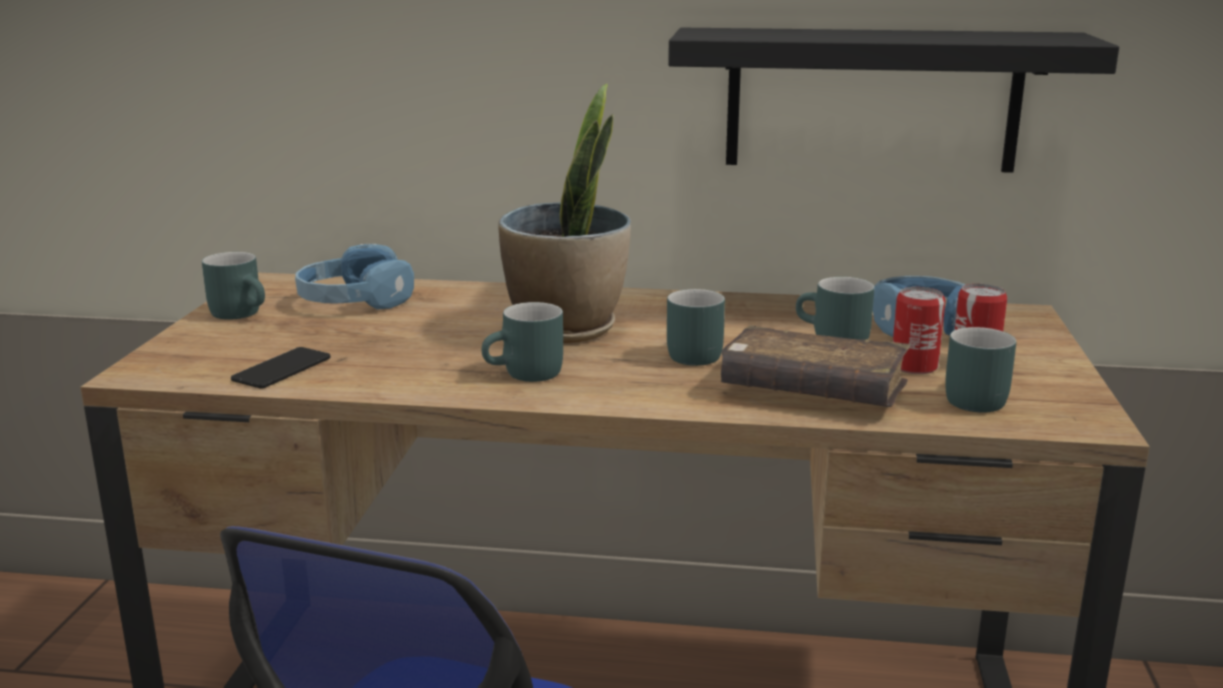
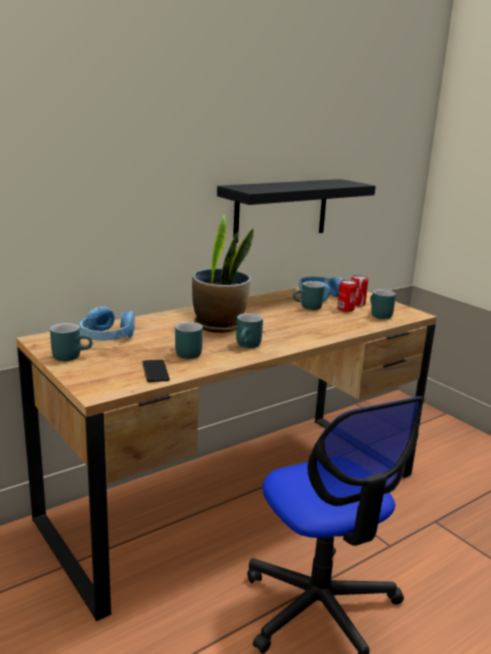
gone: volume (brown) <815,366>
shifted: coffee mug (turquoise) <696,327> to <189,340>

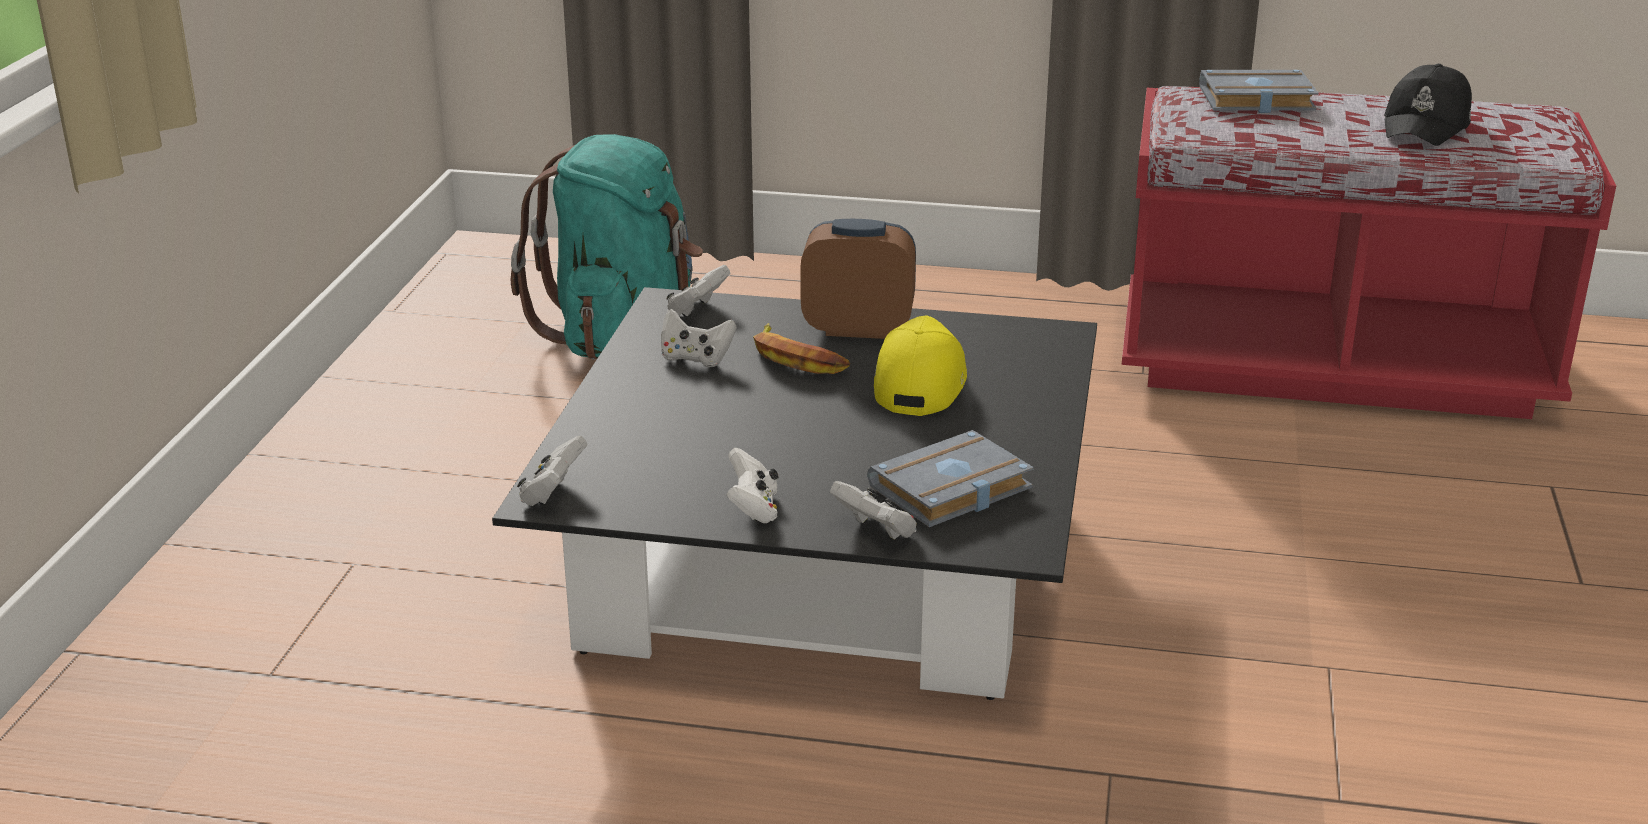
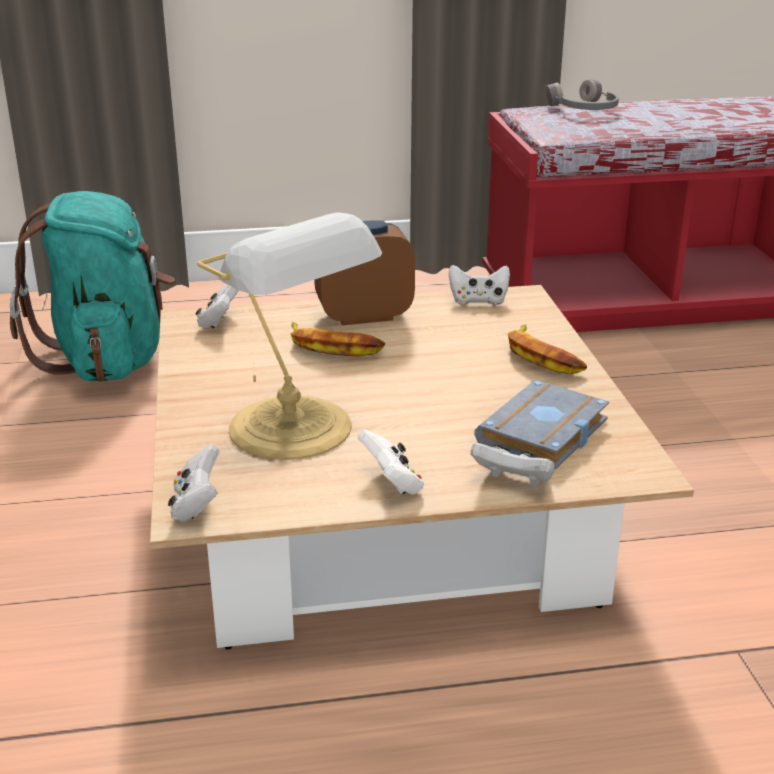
gone: peaked cap (black) <1428,105>; peaked cap (yellow) <920,365>
new: tabletop lamp <289,336>; whole banana <547,349>
shifted: game controller (white-coloured) <699,338> to <479,285>
swapped: volume (greyish) <1259,91> to headphones (greyish) <582,95>
repainted: low table (black) <794,493> to low table (sand-coloured) <422,467>

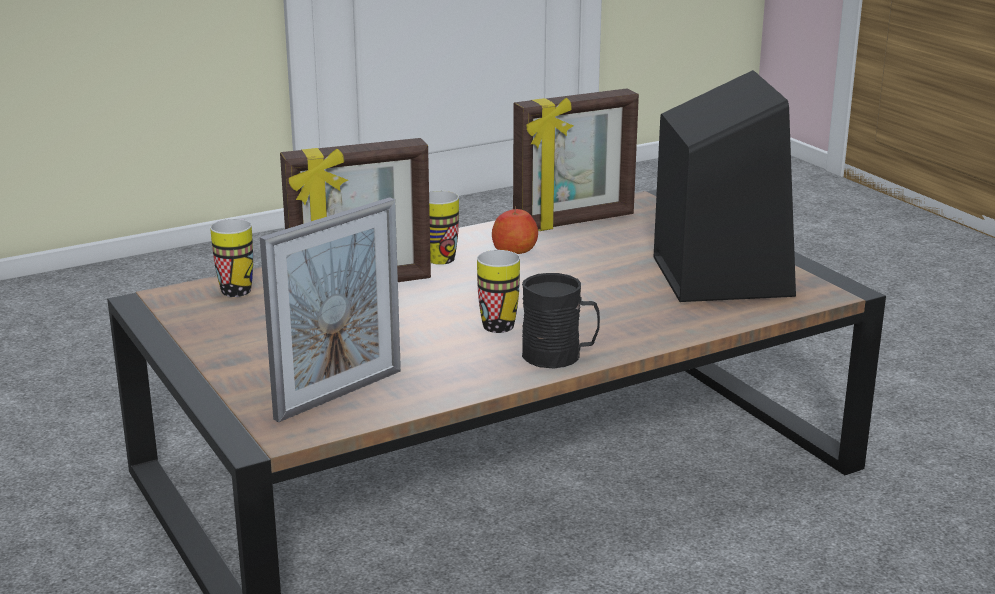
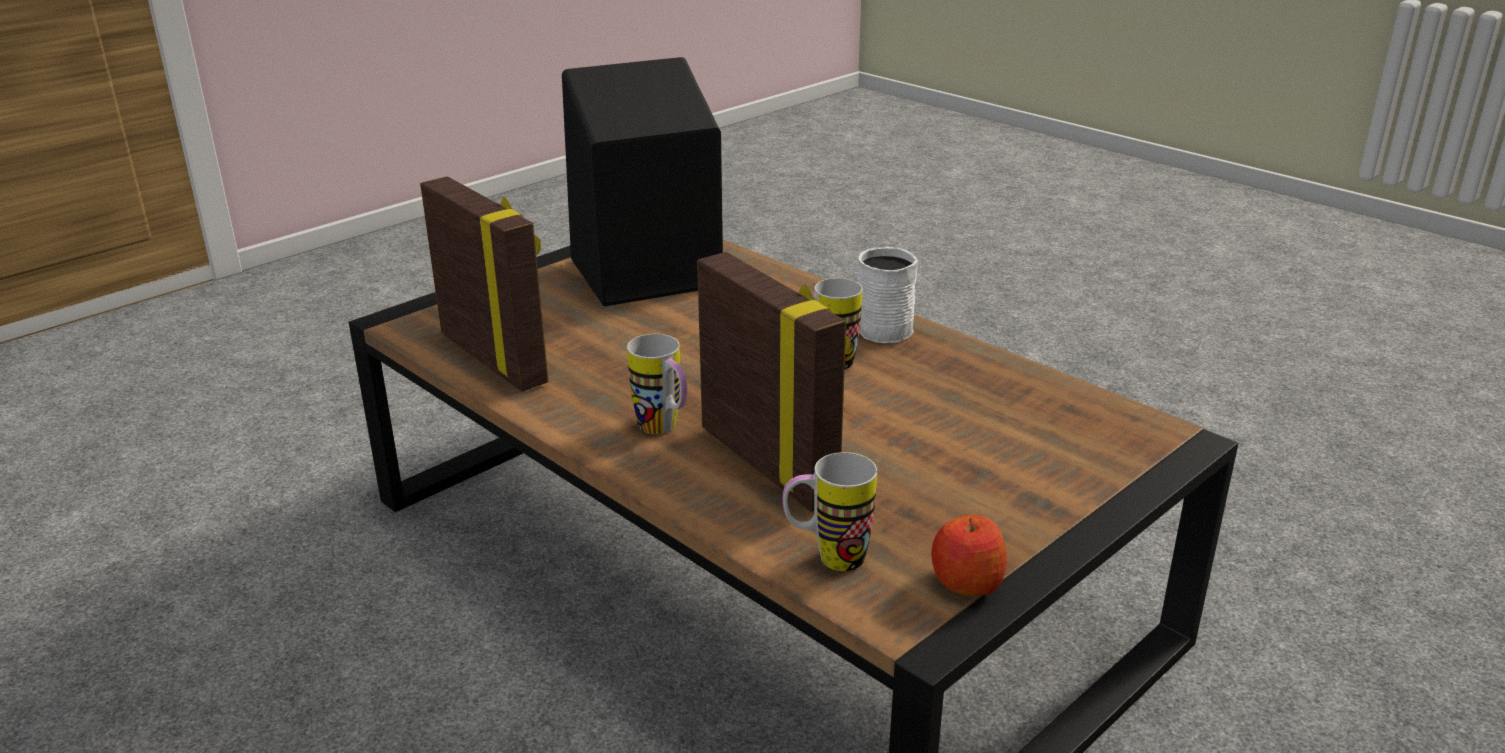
gone: standing frame <330,309>
shifted: whole apple <515,230> to <969,555>
repainted: coffee mug (black) <561,320> to coffee mug (white-coloured) <888,295>

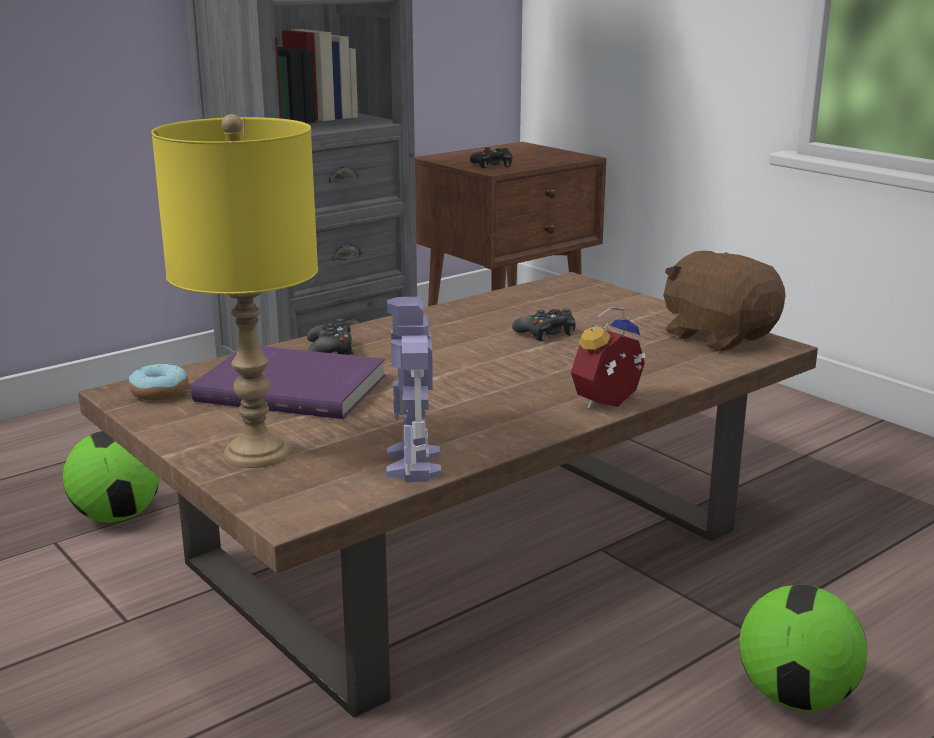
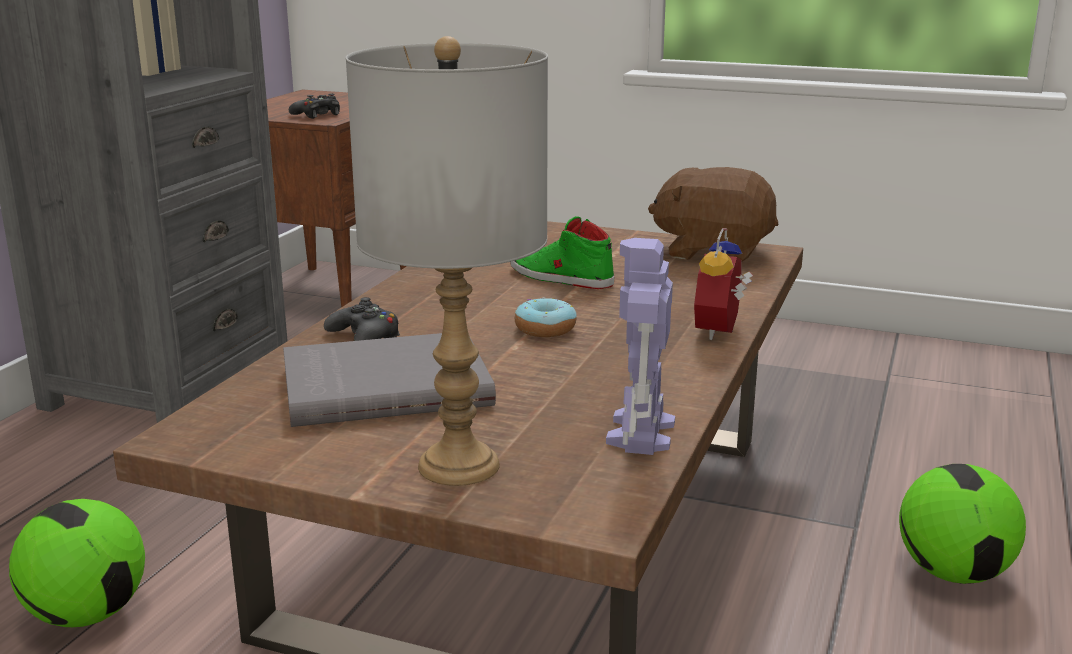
shifted: ring doughnut <158,382> to <545,317>
swapped: game controller (black) <543,325> to item of footwear (green) <562,252>
repainted: tabletop lamp (yellow) <234,291> to tabletop lamp (greyish) <446,261>; volume (purplish) <288,382> to volume (greyish) <389,380>
rotated: robot figure <413,389> = <640,346> 45 degrees clockwise

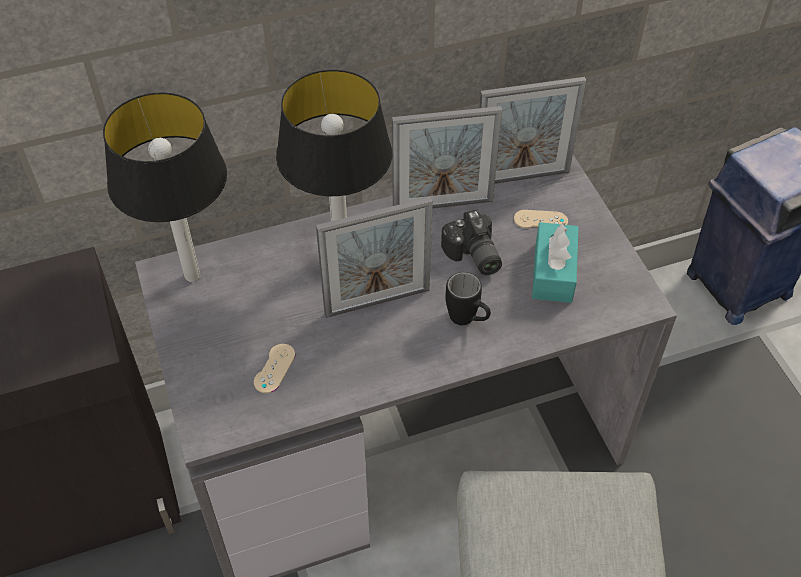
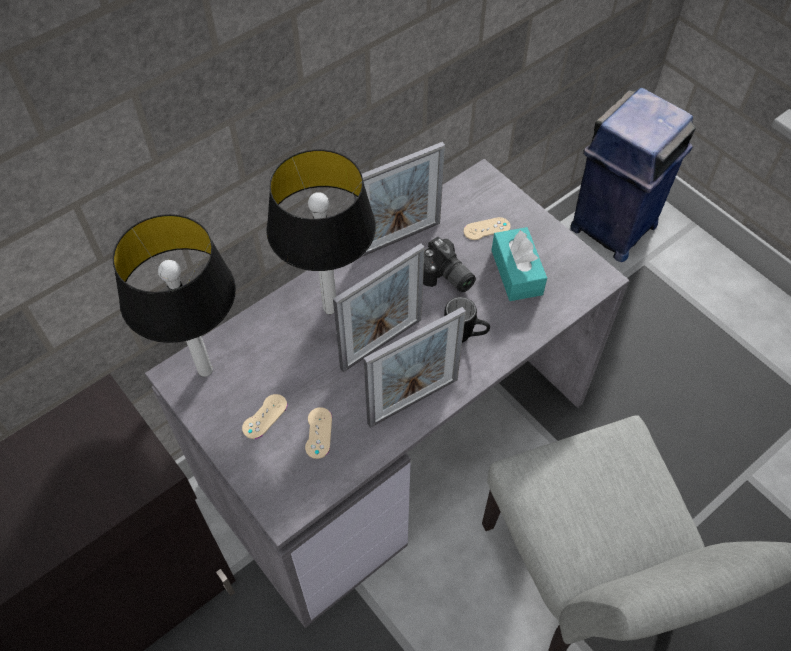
new: game controller (sand-coloured) <264,416>
shifted: standing frame <532,130> to <414,367>

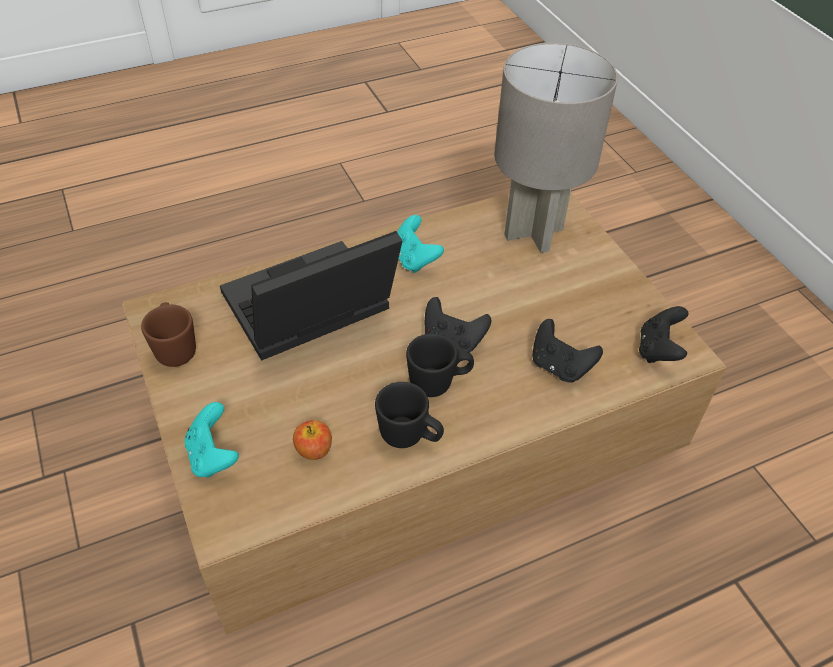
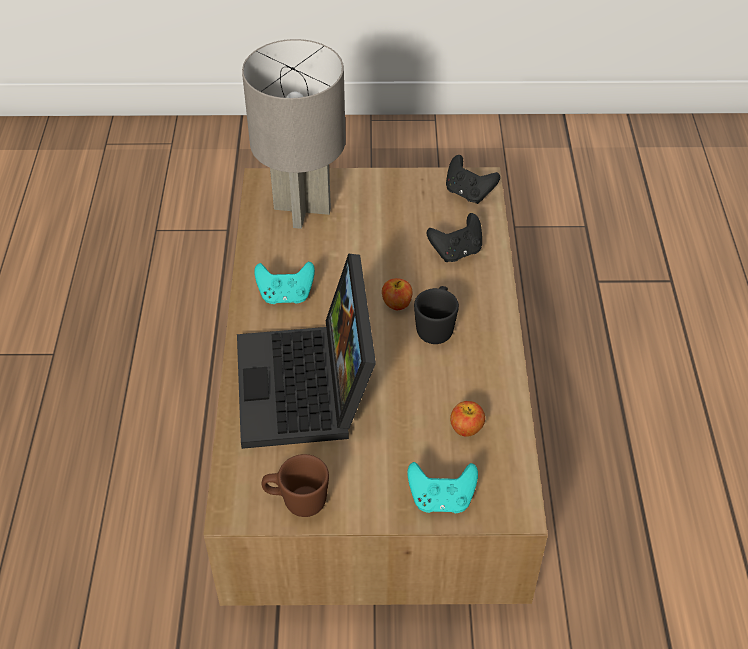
gone: coffee mug (black) <409,415>
swapped: game controller (black) <458,325> to whole apple <397,294>

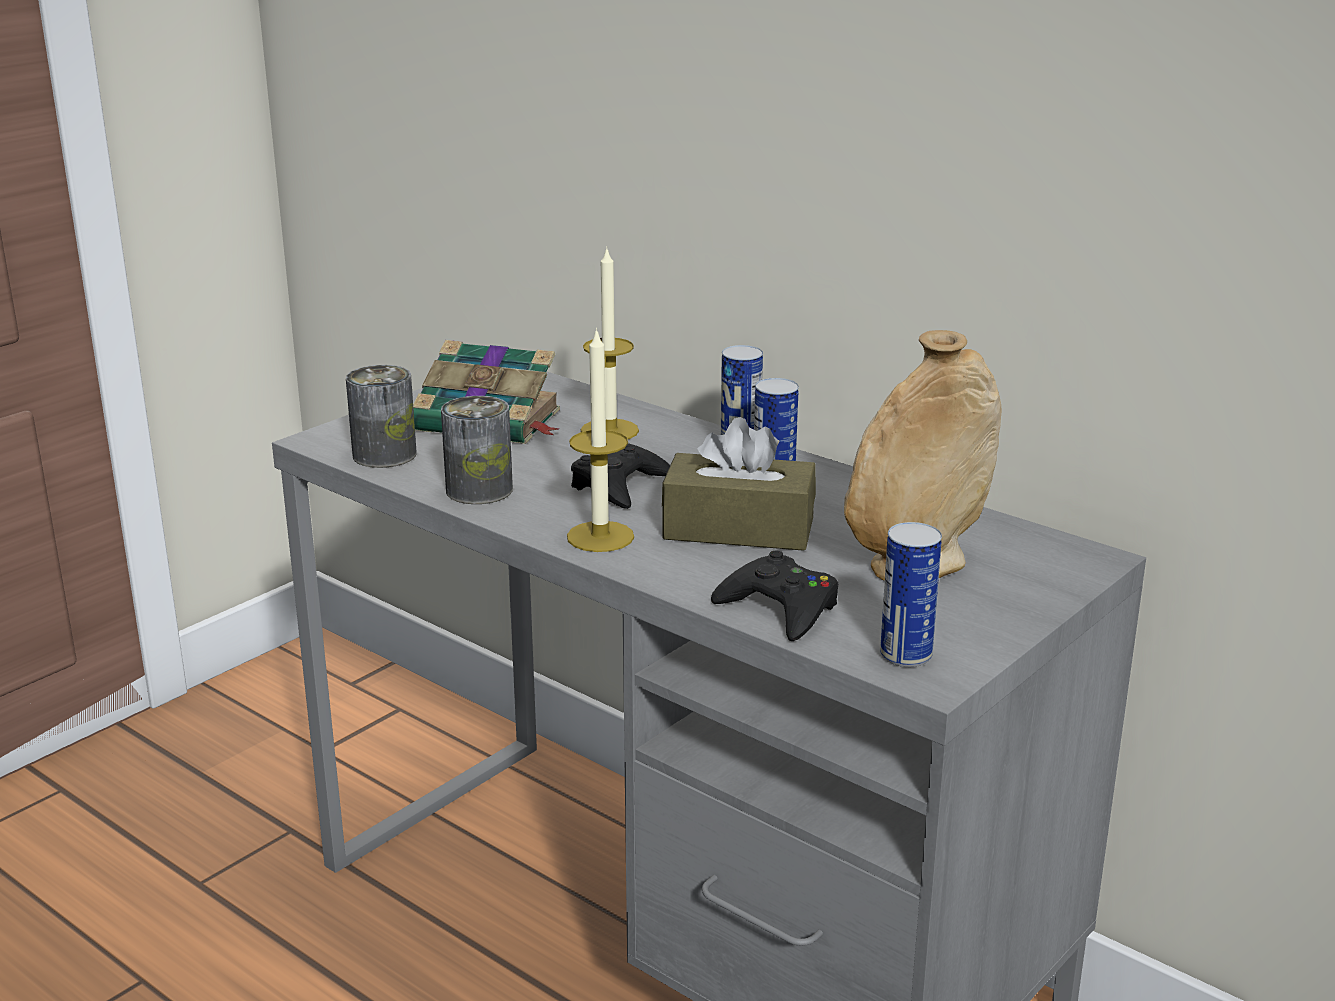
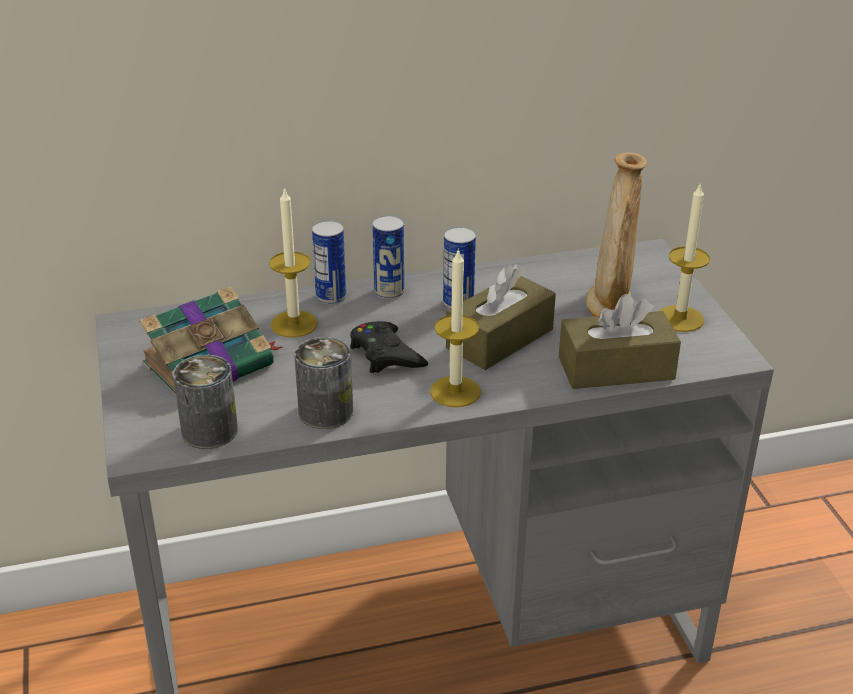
new: wax candle <685,258>
shifted: can <911,594> to <329,262>
swapped: game controller (black) <774,596> to tissue box (brown) <620,341>

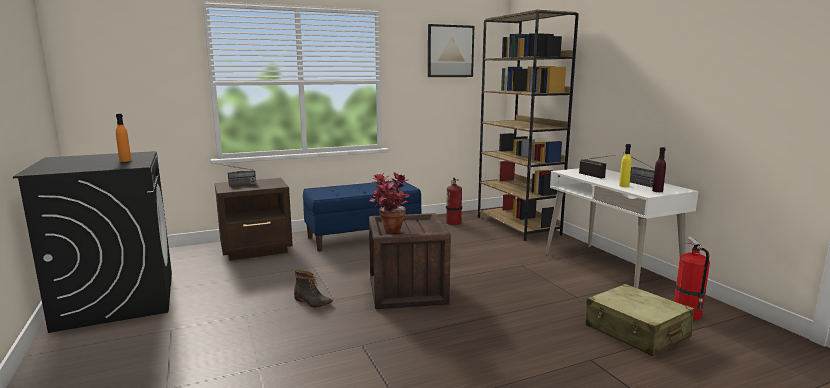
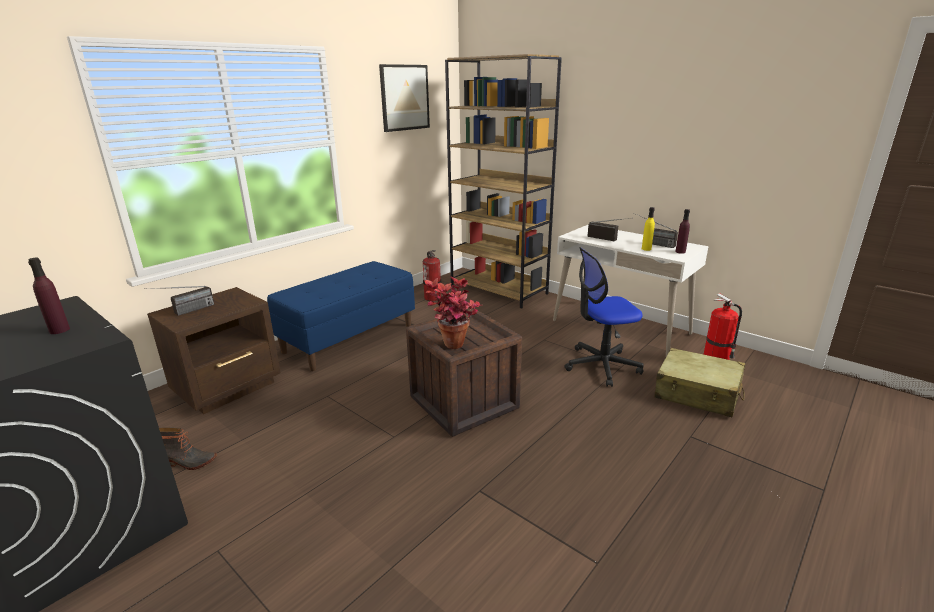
new: desk chair <604,317>
shifted: tall boot <313,288> to <188,448>
repainted: bottle (orangey) <123,138> to bottle (purplish) <49,295>

